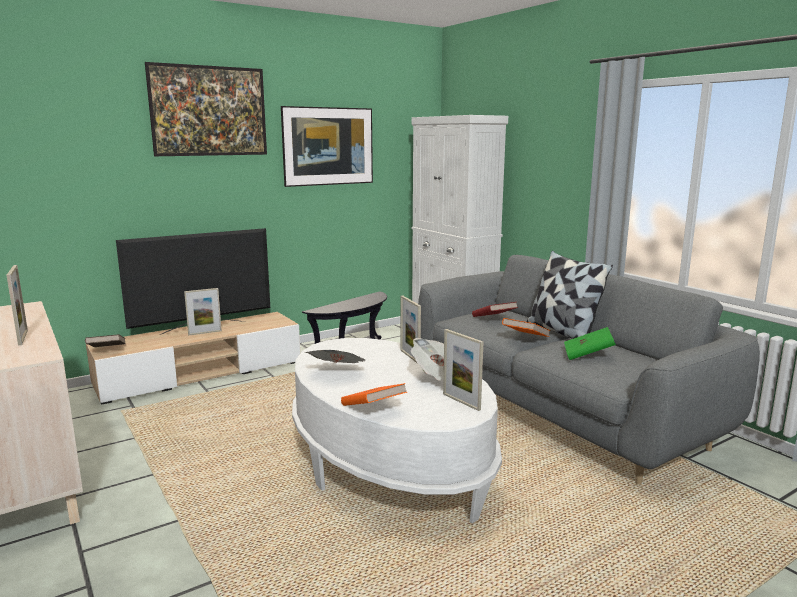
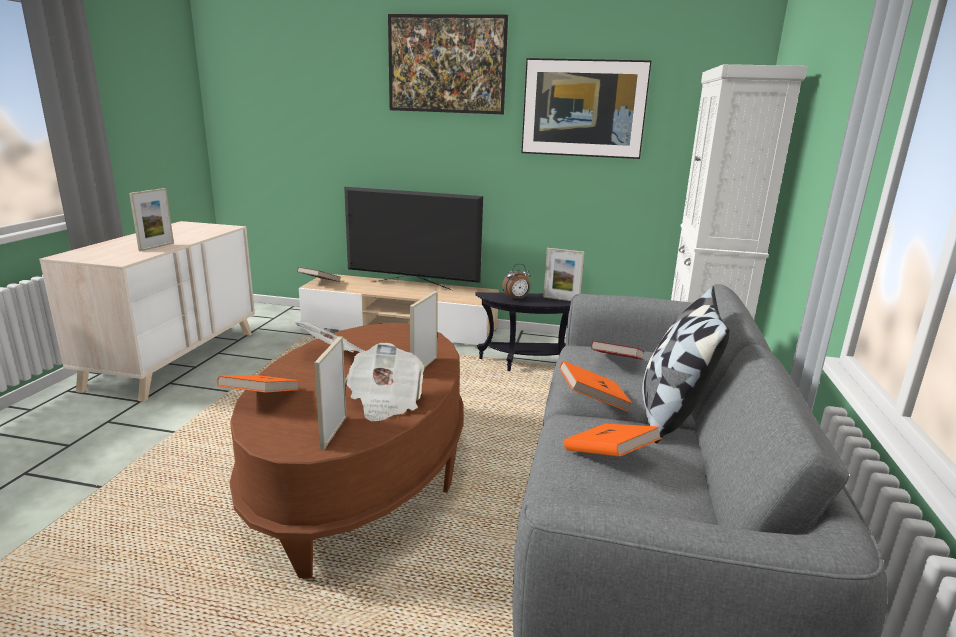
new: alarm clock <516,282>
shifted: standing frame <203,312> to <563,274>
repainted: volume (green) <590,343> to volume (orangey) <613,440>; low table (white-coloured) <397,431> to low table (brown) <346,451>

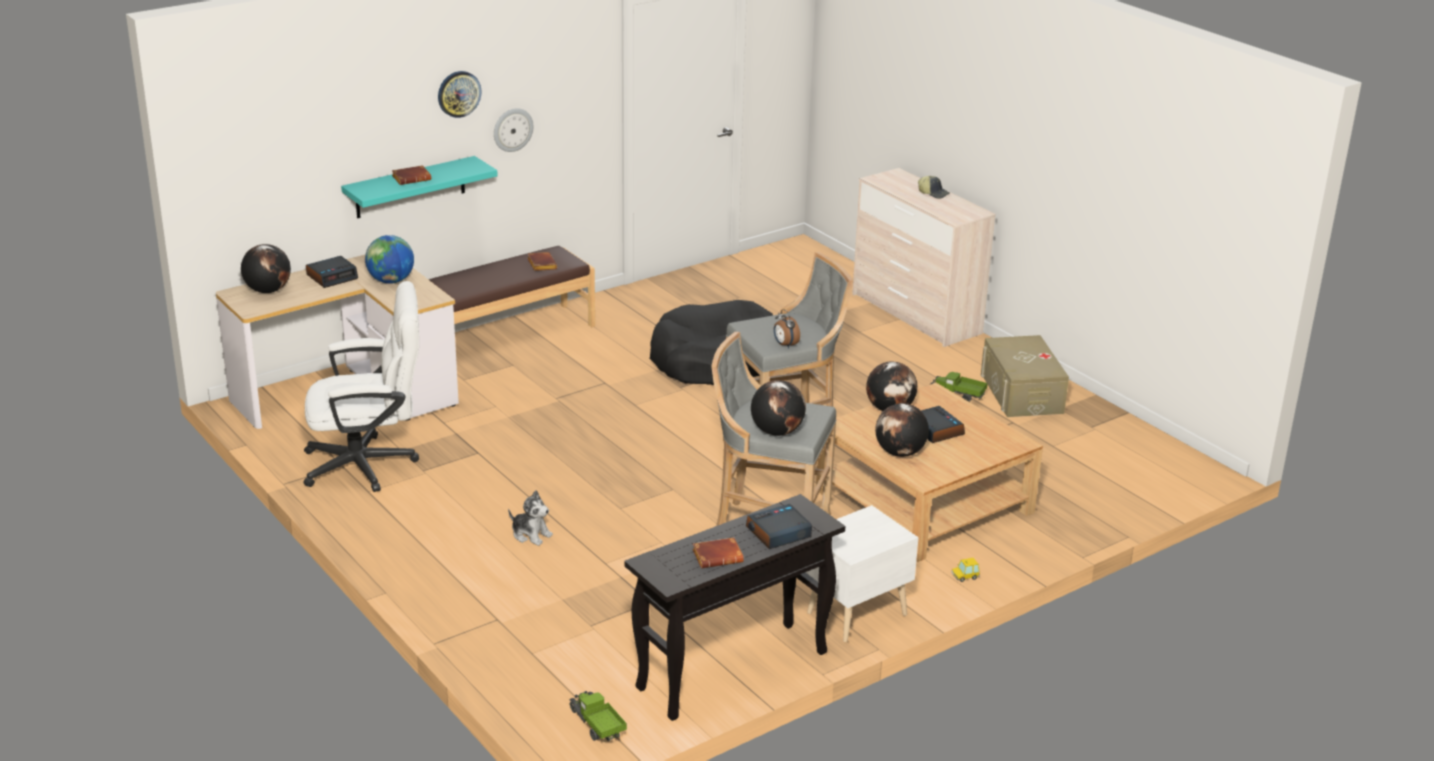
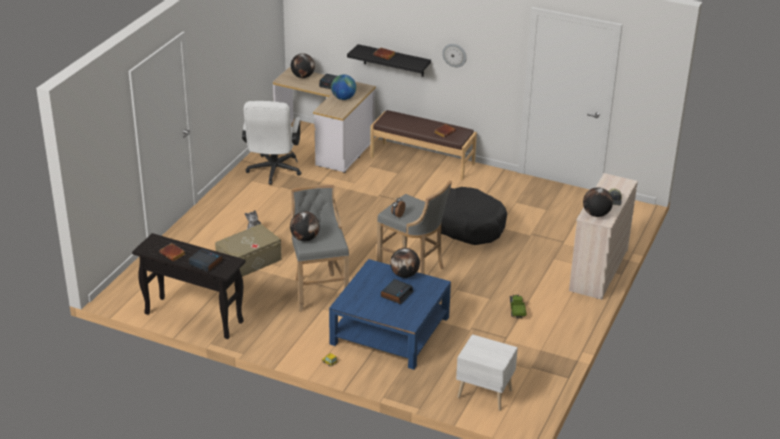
gone: clock on the wall <459,94>; toy lorry <598,716>
shifted: storage box (sand-coloured) <1025,376> to <248,250>; globe <902,430> to <598,202>; bedside table (white-coloured) <862,573> to <487,372>
repainted: wall shelf (turquoise) <419,187> to wall shelf (black) <389,60>; low table (sand-coloured) <929,472> to low table (bluish) <390,314>
rotated: desk chair (white-coloured) <361,386> = <271,143> 45 degrees clockwise

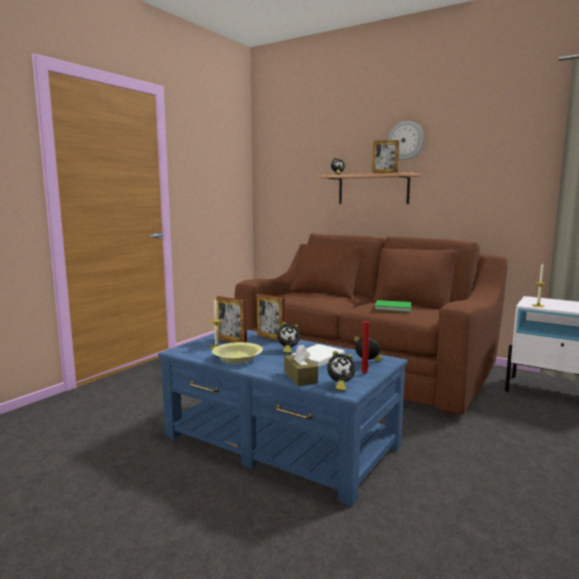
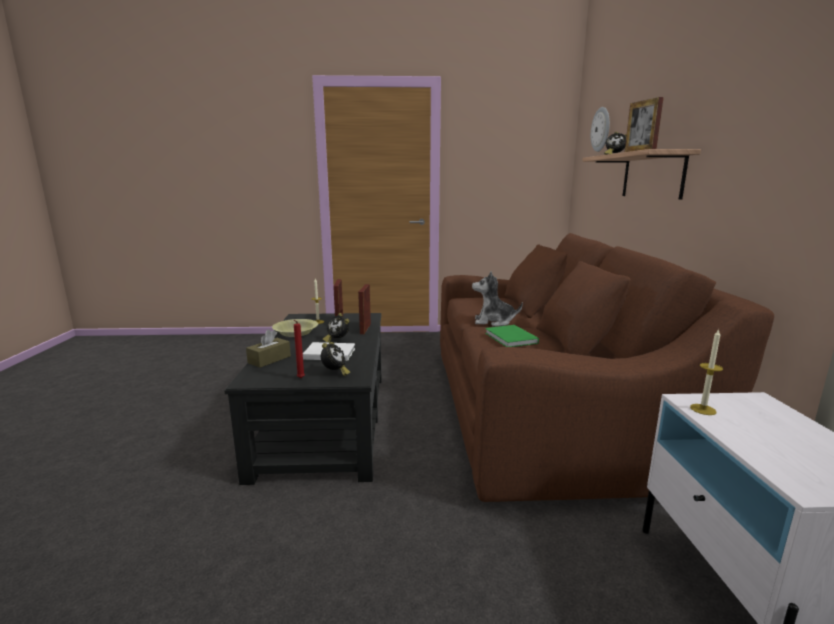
gone: alarm clock <341,371>
new: cuddly toy <497,299>
shifted: clock on the wall <406,140> to <600,129>
repainted: low table (bluish) <283,418> to low table (black) <303,399>

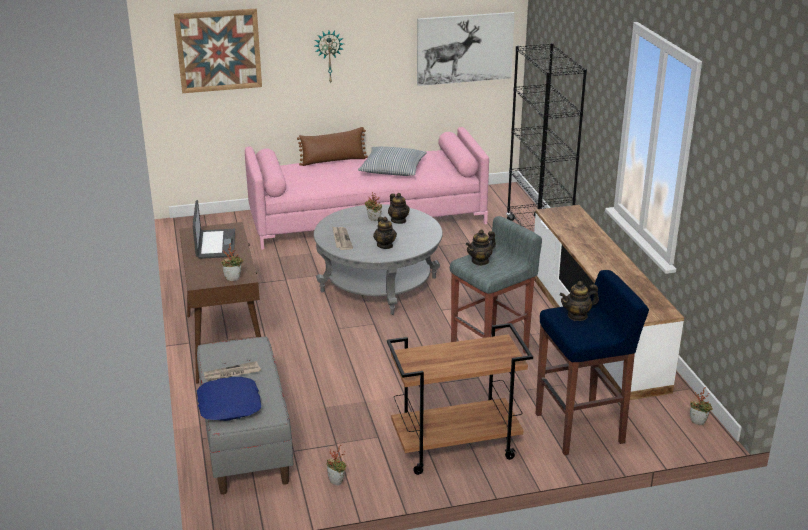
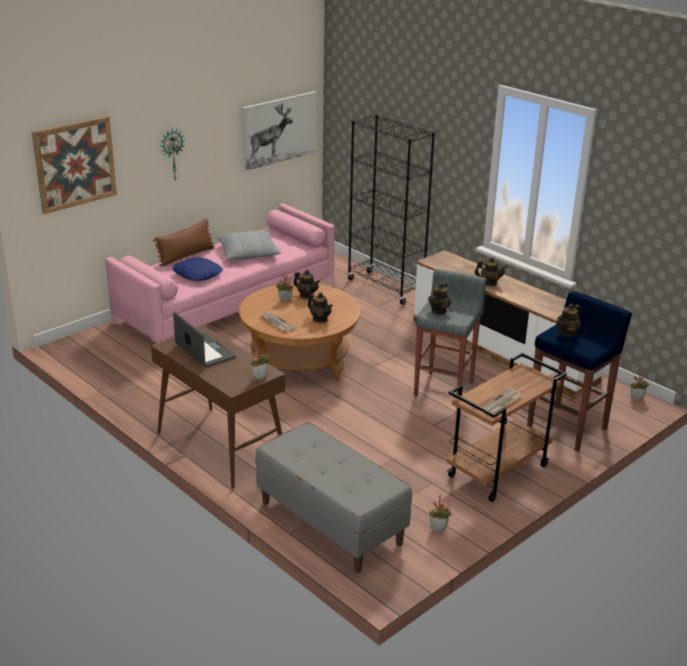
new: teapot <490,271>
shifted: daily paper <232,371> to <502,400>; pillow (bluish) <229,399> to <198,269>
repainted: low table (greyish) <378,259> to low table (brown) <300,332>

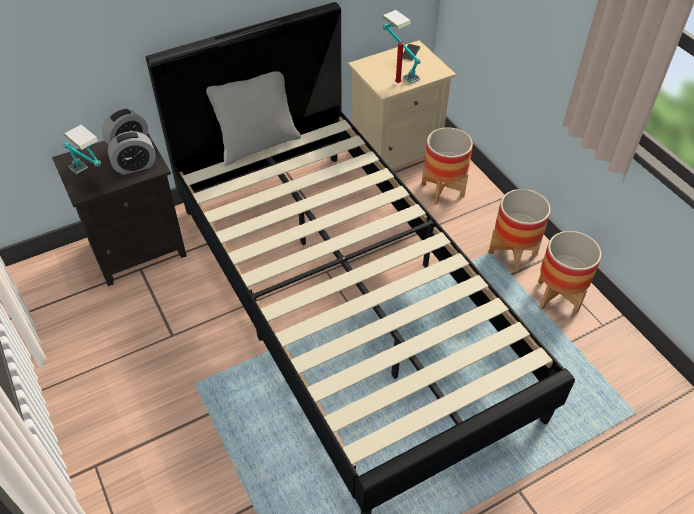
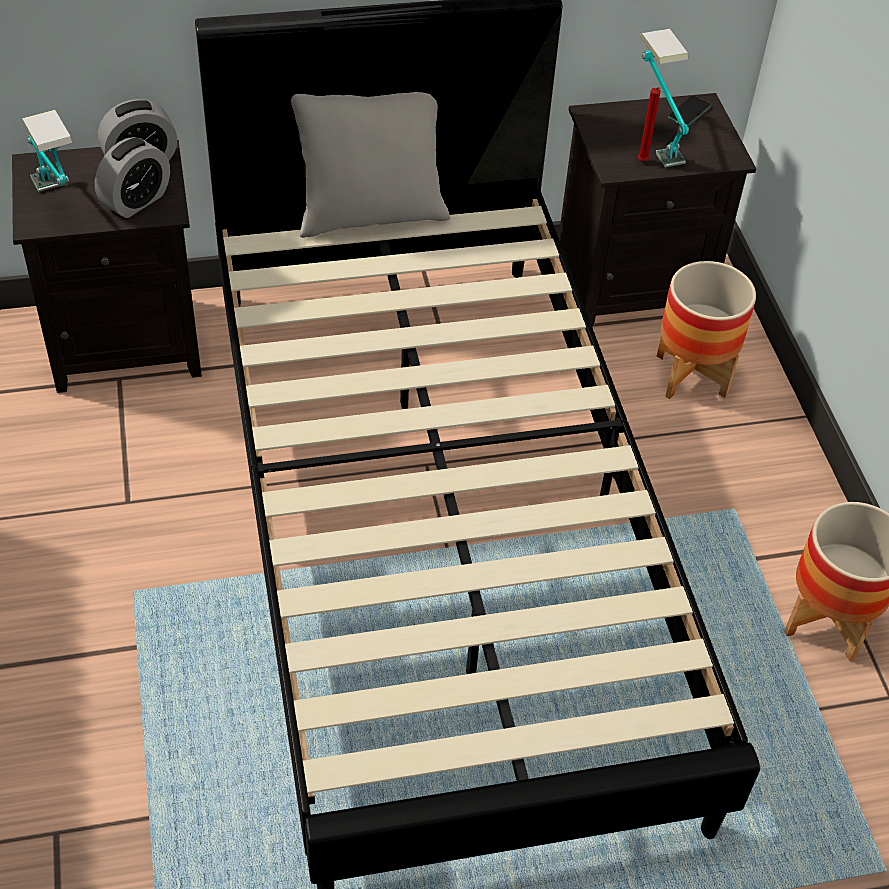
gone: plant pot <520,230>
repainted: bedside table (sand-coloured) <402,104> to bedside table (black) <657,210>
rotated: alarm clock <132,153> = <132,177> 45 degrees counterclockwise

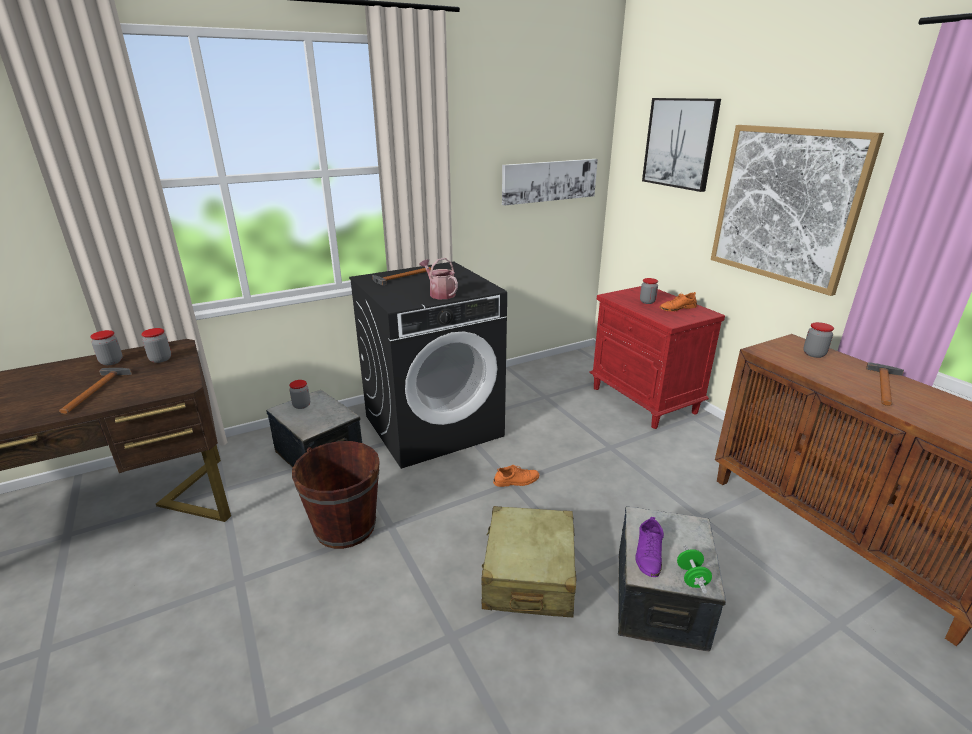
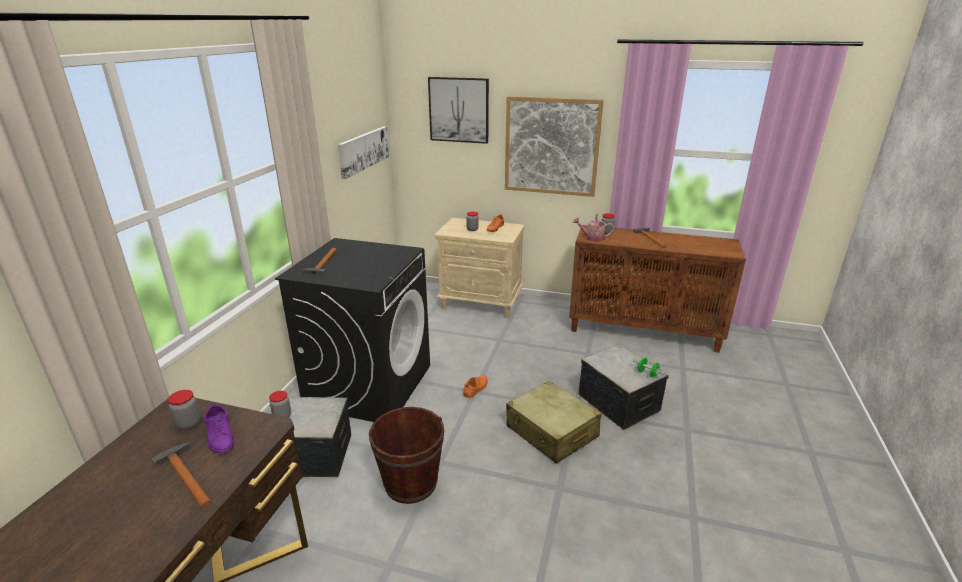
gone: preserve jar <106,347>
shifted: watering can <438,278> to <593,227>; item of footwear (purplish) <649,547> to <218,428>
repainted: bedside table (red-coloured) <657,357> to bedside table (sand-coloured) <479,268>

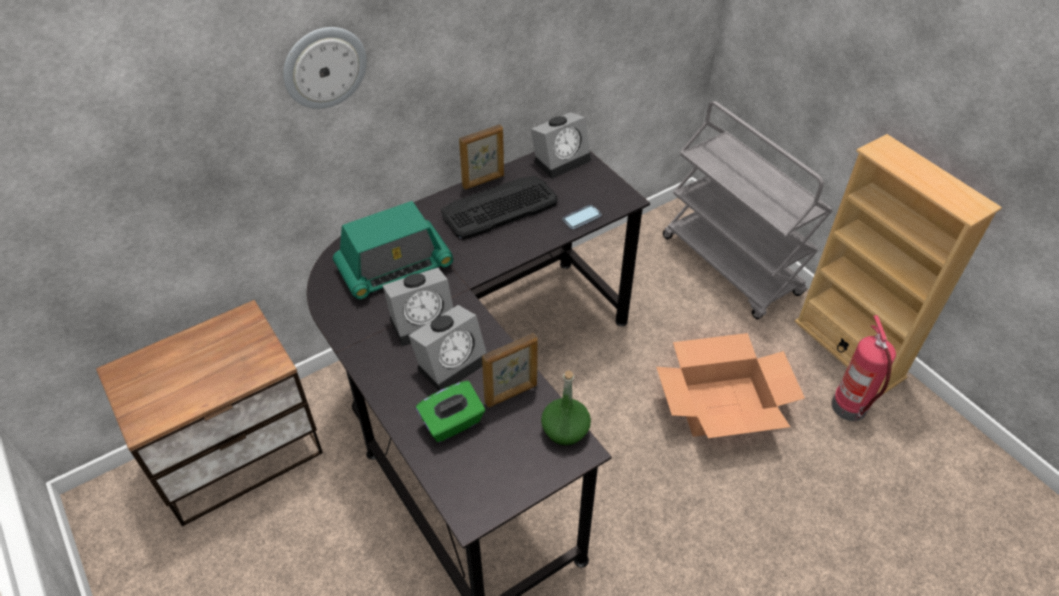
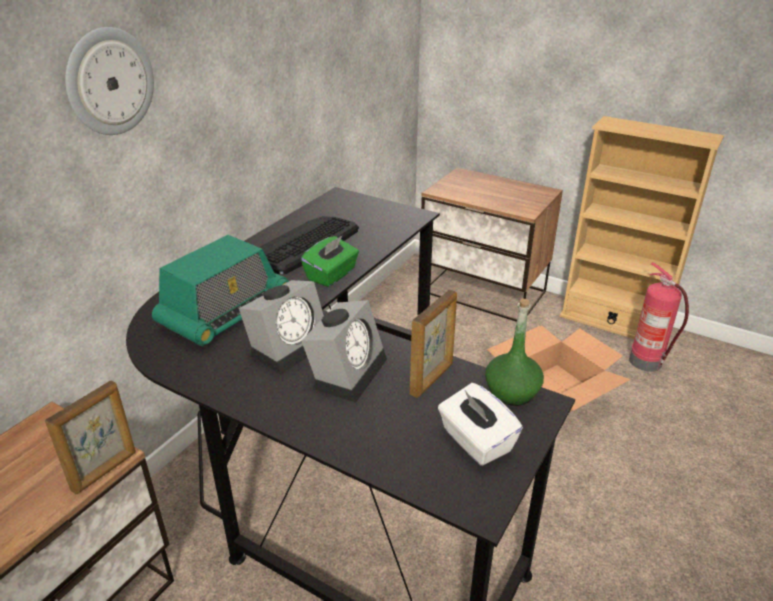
gone: alarm clock <561,145>; handset <581,217>
new: tissue box (white-coloured) <480,424>
shifted: standing frame <481,157> to <90,437>; tissue box (green) <450,411> to <330,261>
swapped: trolley (greyish) <748,210> to bedside table <492,245>

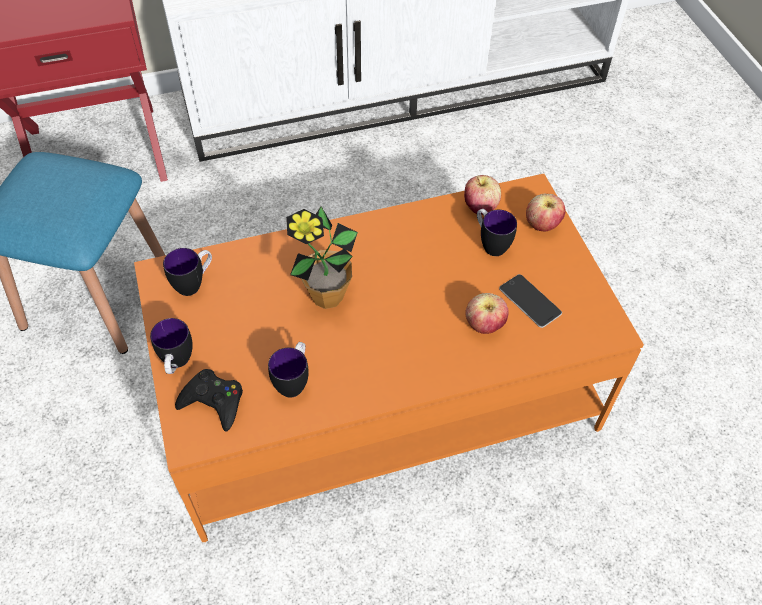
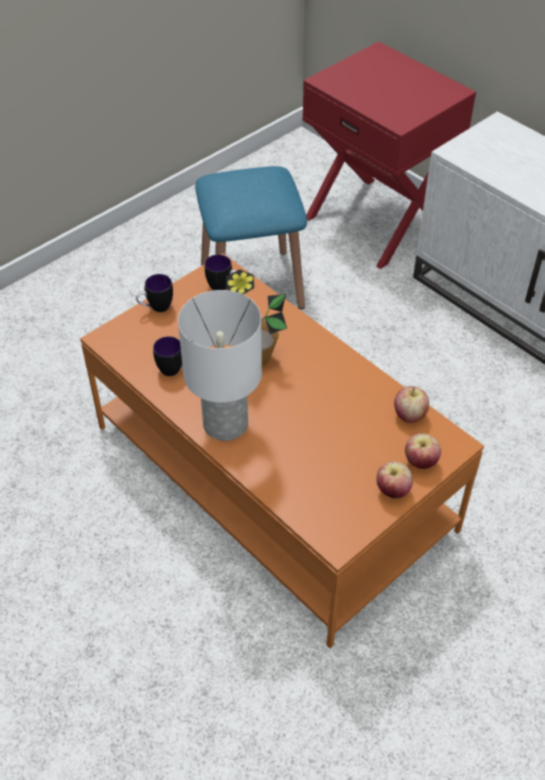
gone: coffee mug <497,232>; handset <530,301>; game controller (black) <209,400>
new: tabletop lamp (white-coloured) <220,365>
shifted: whole apple <487,313> to <394,480>

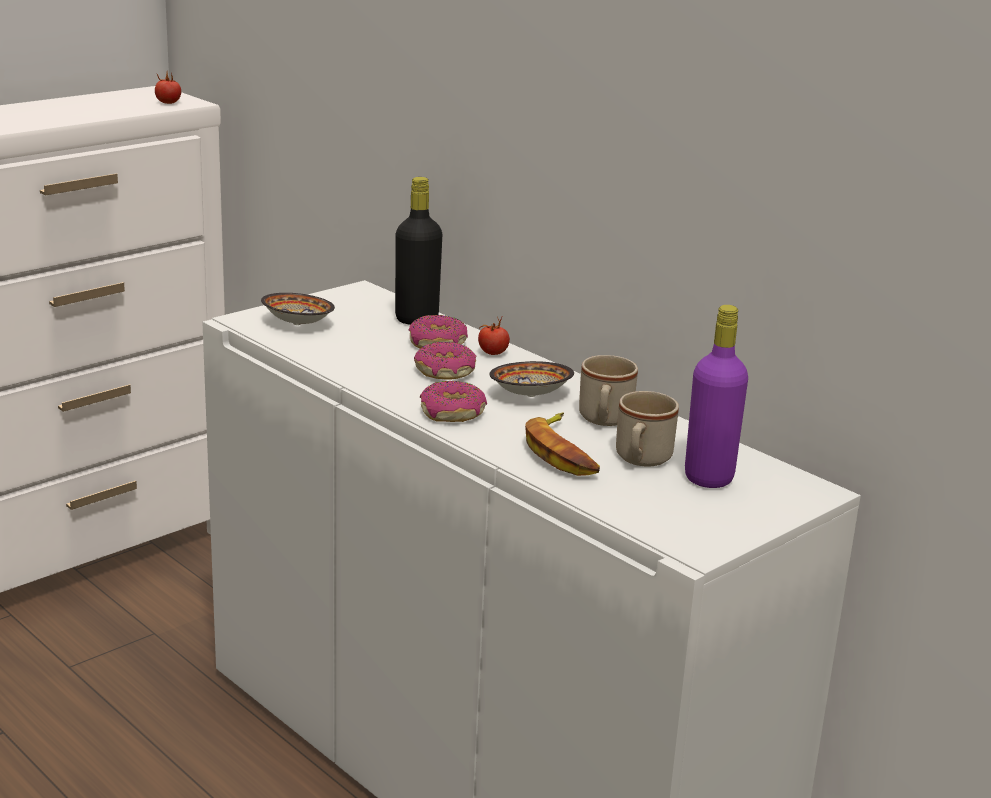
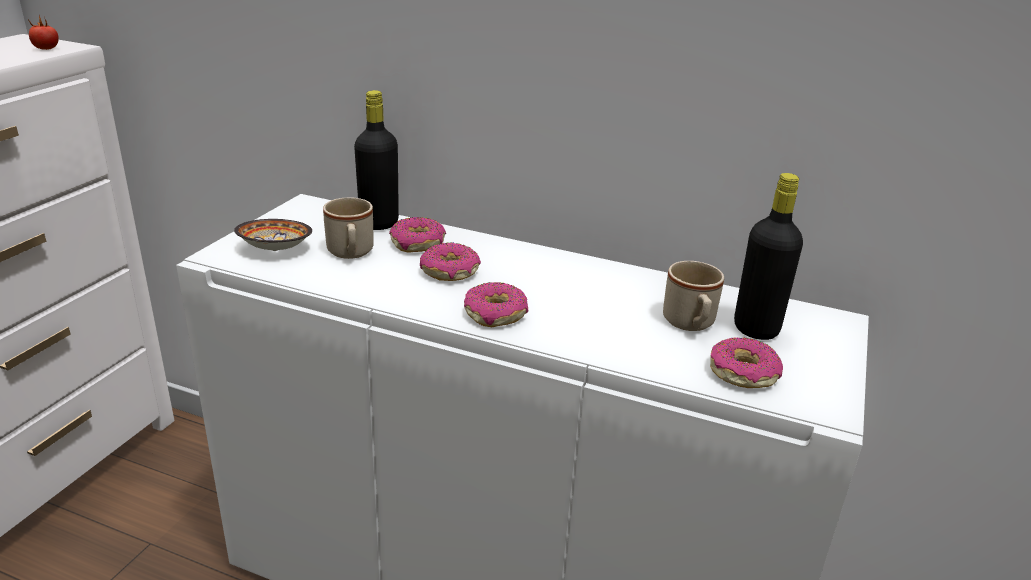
gone: tomato <494,336>; deep dish <531,379>; whole banana <562,444>
new: ring doughnut <746,362>
shifted: coffee mug (sand-coloured) <608,390> to <348,228>
repainted: bottle (purplish) <716,396> to bottle (black) <768,256>

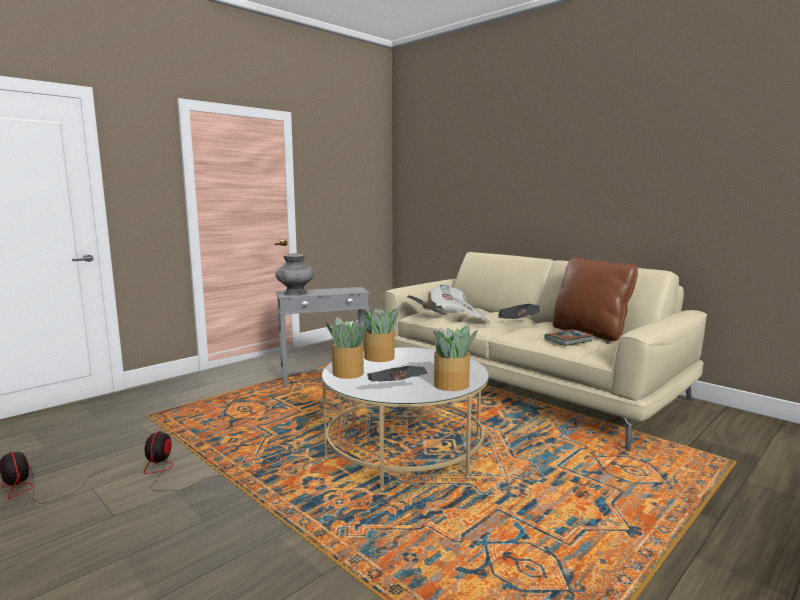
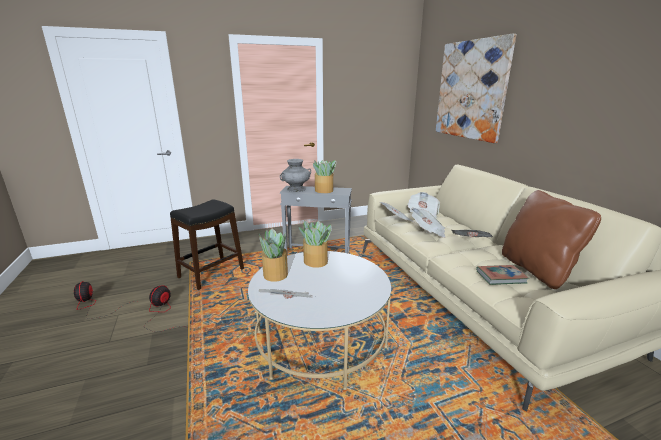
new: wall picture <476,88>; stool seat (black) <207,244>
shifted: potted plant <456,358> to <324,176>

